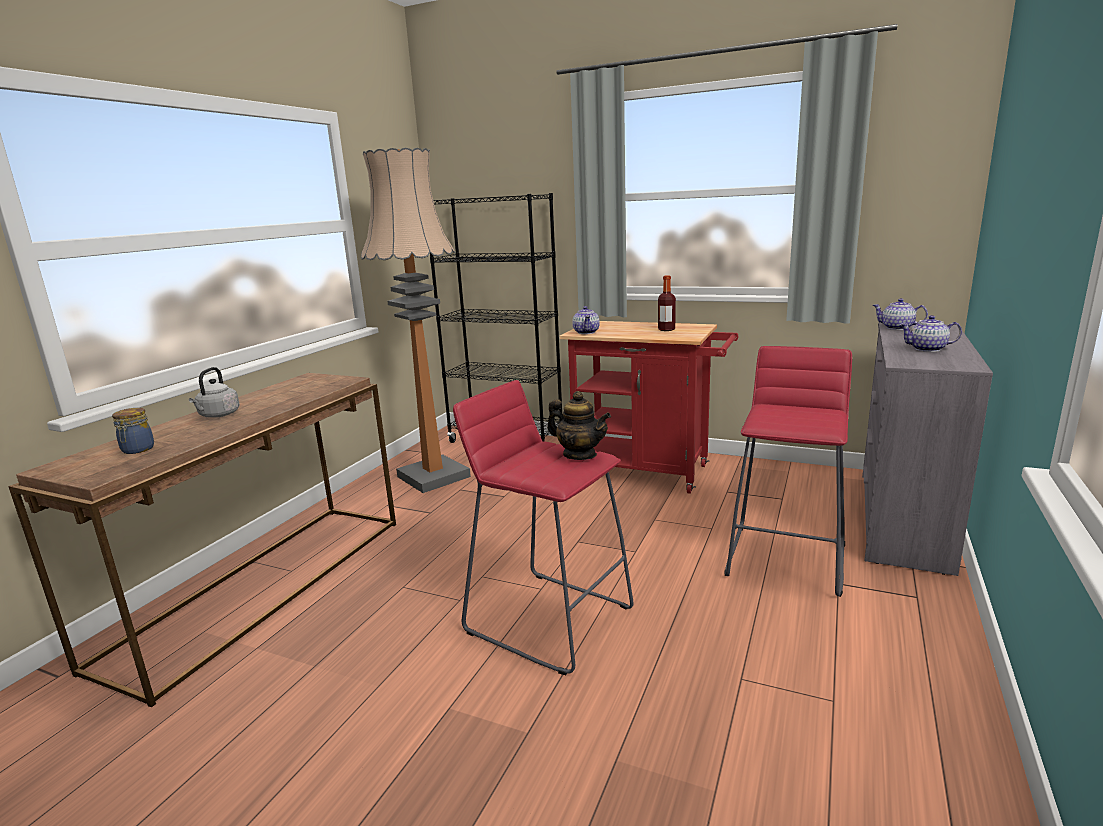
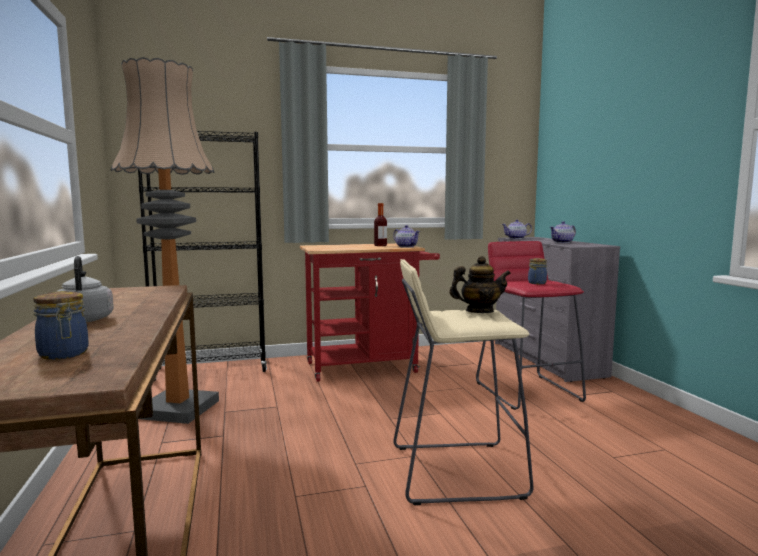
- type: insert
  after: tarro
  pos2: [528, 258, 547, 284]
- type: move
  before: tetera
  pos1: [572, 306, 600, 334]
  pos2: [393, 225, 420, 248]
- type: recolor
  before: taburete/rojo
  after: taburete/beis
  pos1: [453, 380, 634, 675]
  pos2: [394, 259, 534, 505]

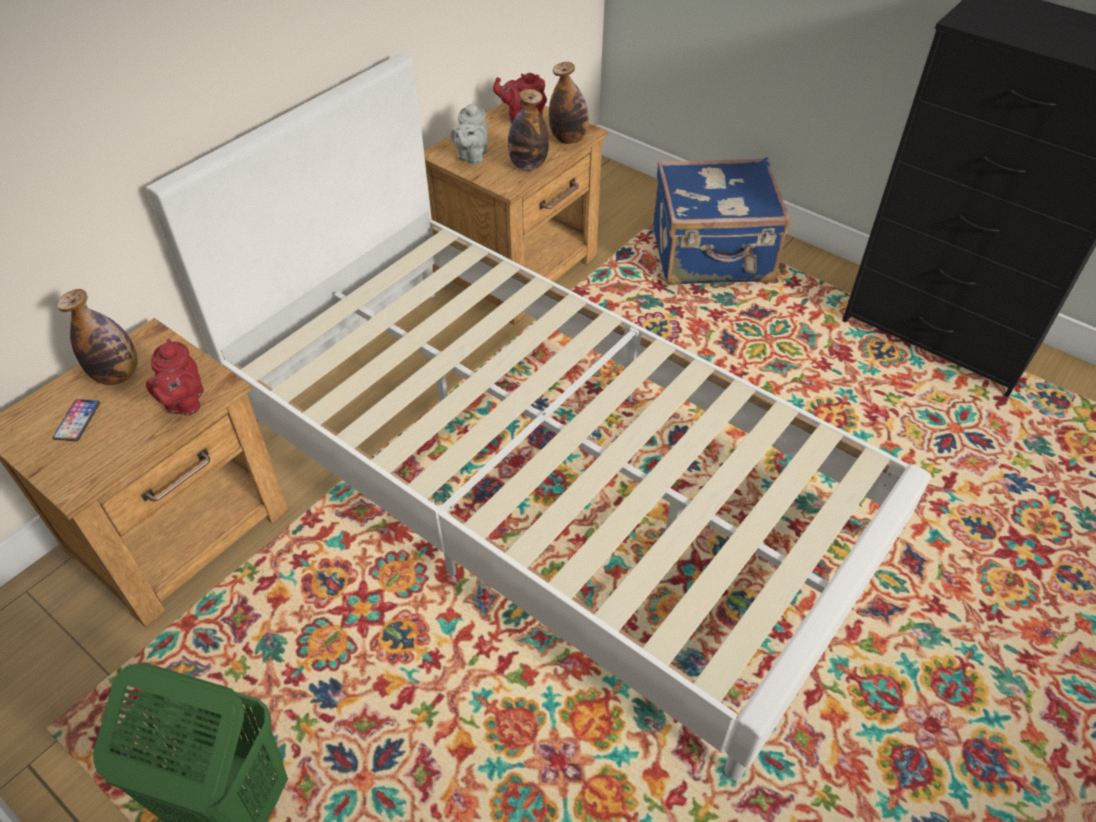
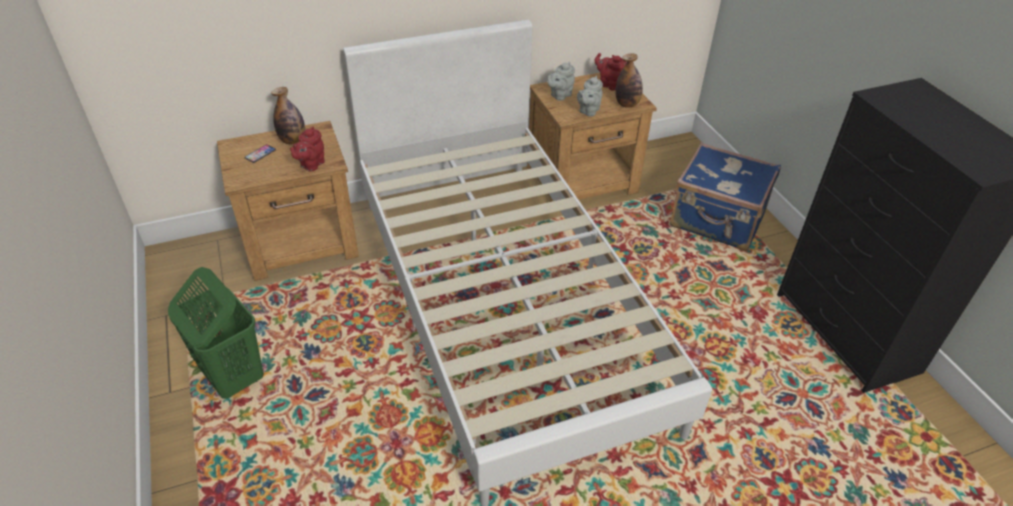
- type: replace
  before: botella
  after: tetera/gris
  pos1: [508, 89, 549, 171]
  pos2: [577, 76, 603, 116]

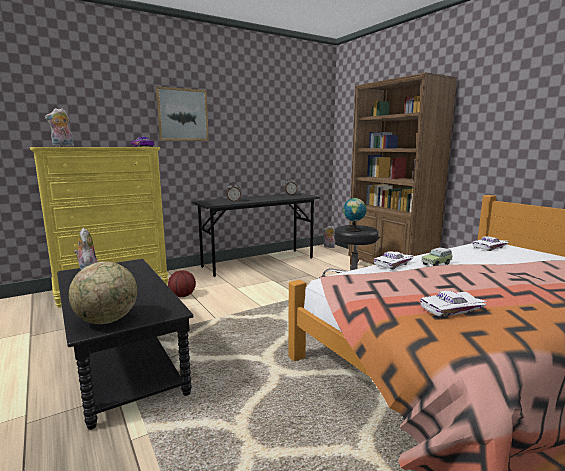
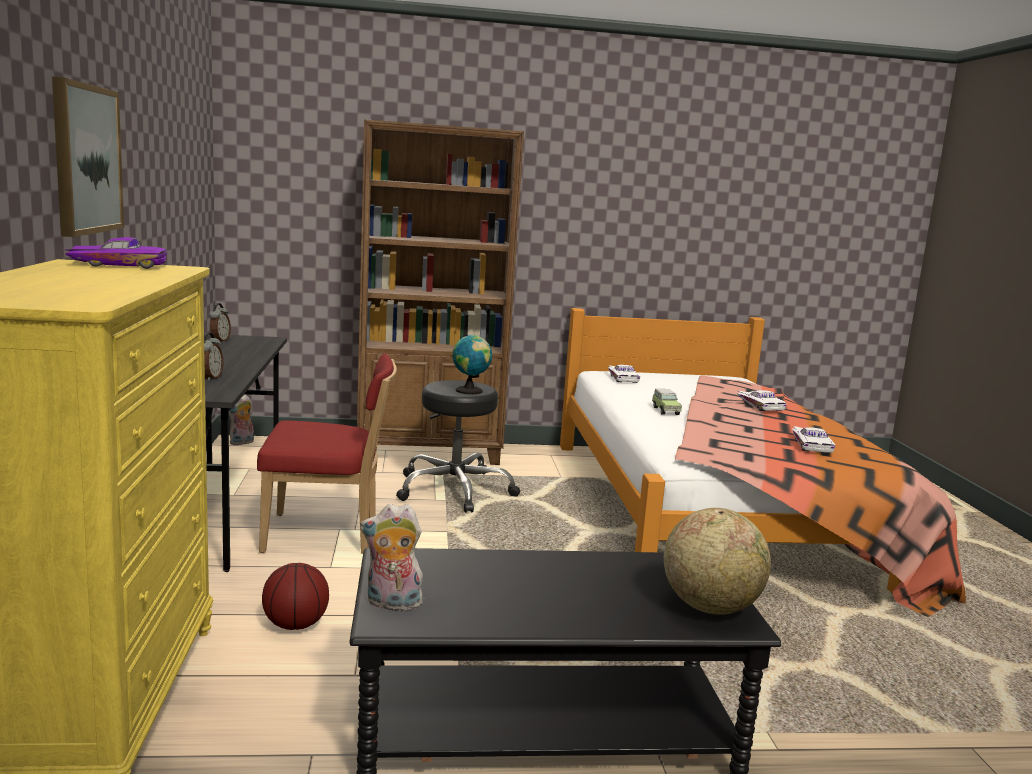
- type: delete
  before: peluche
  pos1: [45, 108, 74, 147]
- type: insert
  after: silla/rojo
  pos2: [257, 353, 397, 554]
- type: move
  before: coche de juguete/blanco
  pos1: [374, 251, 414, 270]
  pos2: [737, 390, 786, 411]

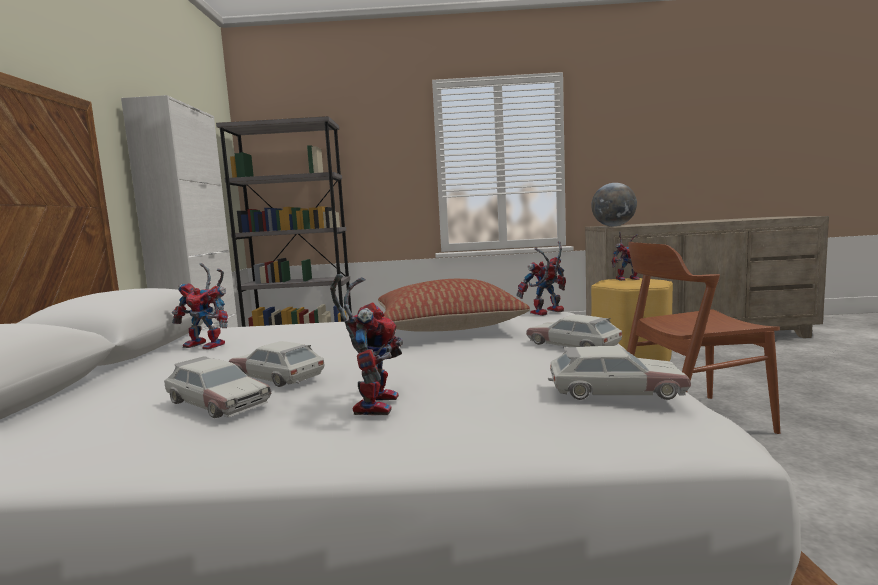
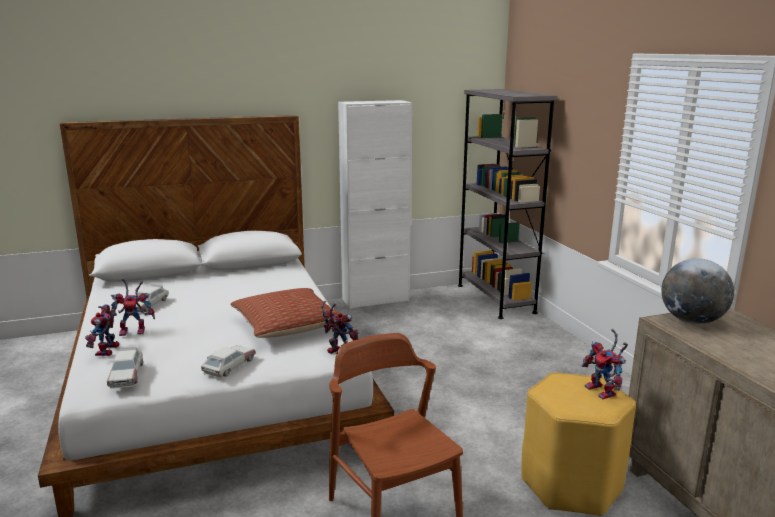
- type: delete
  before: coche de juguete
  pos1: [229, 341, 325, 387]
- type: move
  before: robot de juguete
  pos1: [172, 263, 228, 350]
  pos2: [85, 295, 119, 356]

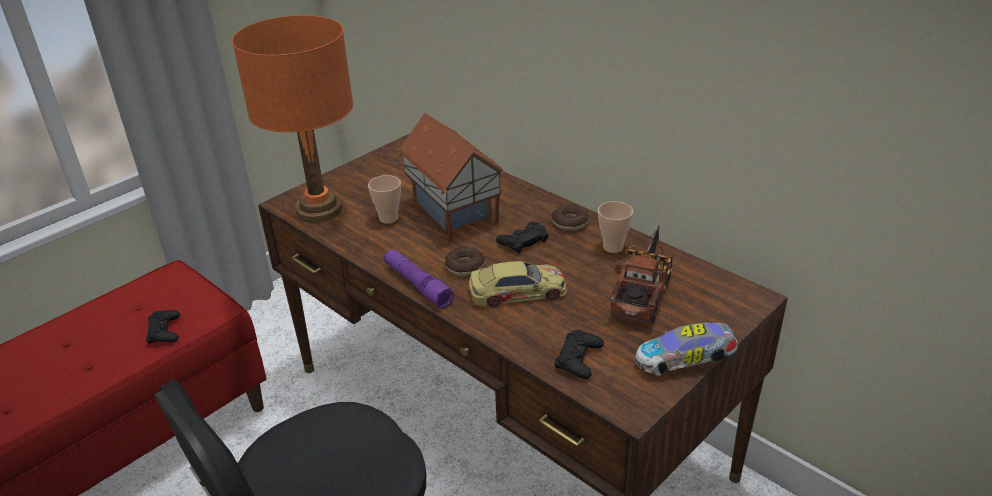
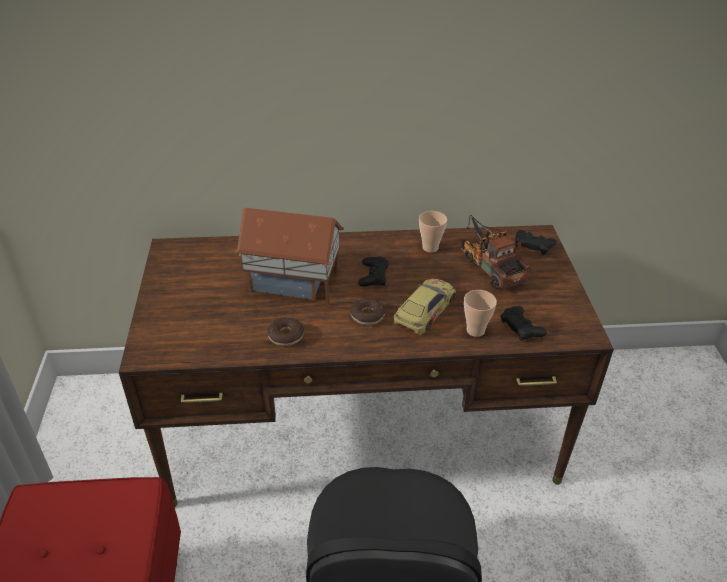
- type: delete
  before: lámpara de mesa/naranja
  pos1: [232, 15, 353, 223]
- type: delete
  before: linterna/morado
  pos1: [383, 249, 454, 308]
- type: delete
  before: coche de juguete
  pos1: [635, 323, 738, 376]
- type: move
  before: mando de consola/negro
  pos1: [146, 310, 180, 344]
  pos2: [515, 230, 557, 255]
- type: move
  before: taza
  pos1: [368, 175, 401, 224]
  pos2: [464, 290, 497, 337]
- type: move
  before: rosquilla
  pos1: [551, 204, 589, 230]
  pos2: [267, 317, 304, 346]

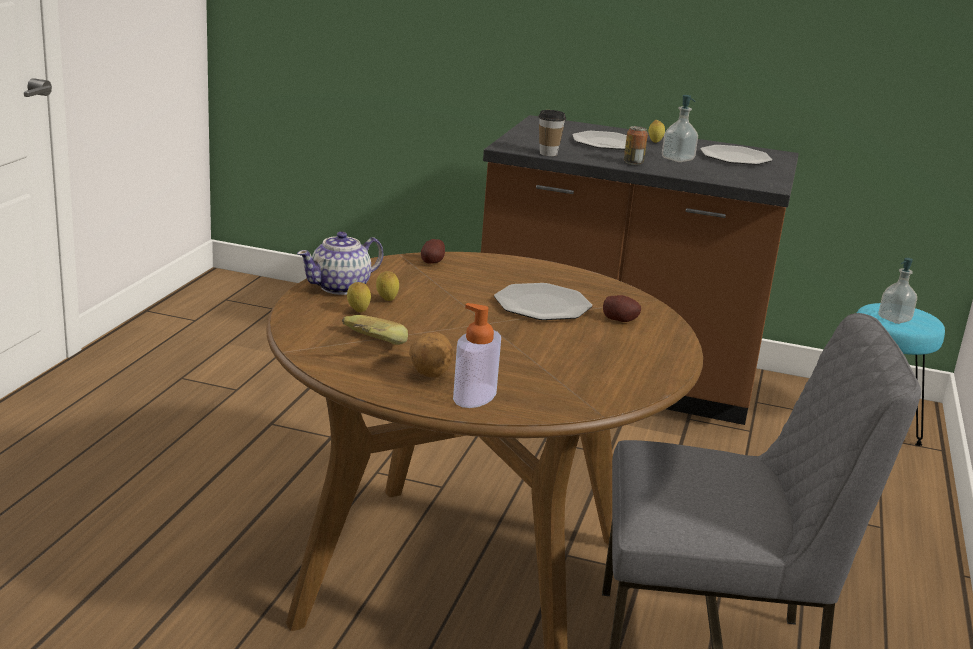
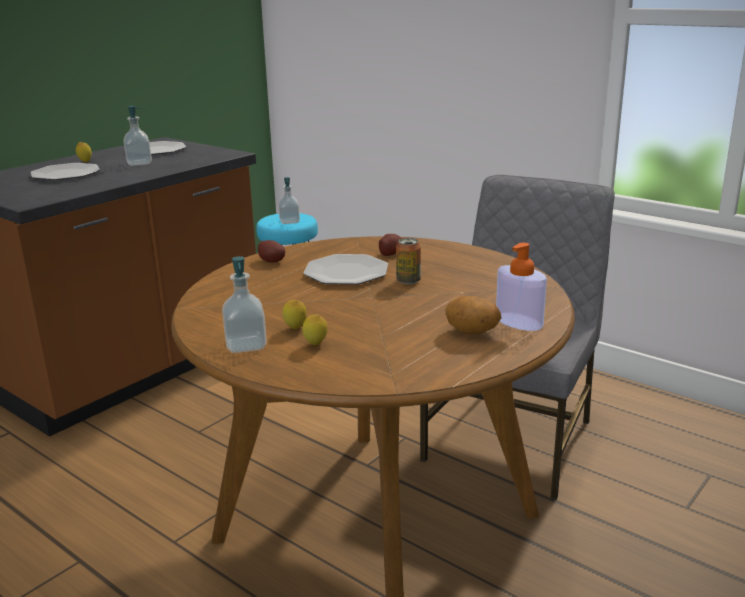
- type: delete
  before: plátano
  pos1: [342, 315, 408, 345]
- type: delete
  before: taza
  pos1: [538, 110, 566, 156]
- type: move
  before: patata
  pos1: [421, 239, 445, 264]
  pos2: [258, 240, 285, 263]
- type: move
  before: lata
  pos1: [624, 126, 648, 165]
  pos2: [396, 238, 421, 284]
- type: replace
  before: tetera
  after: dispensador de jabón
  pos1: [297, 231, 383, 295]
  pos2: [222, 256, 267, 353]

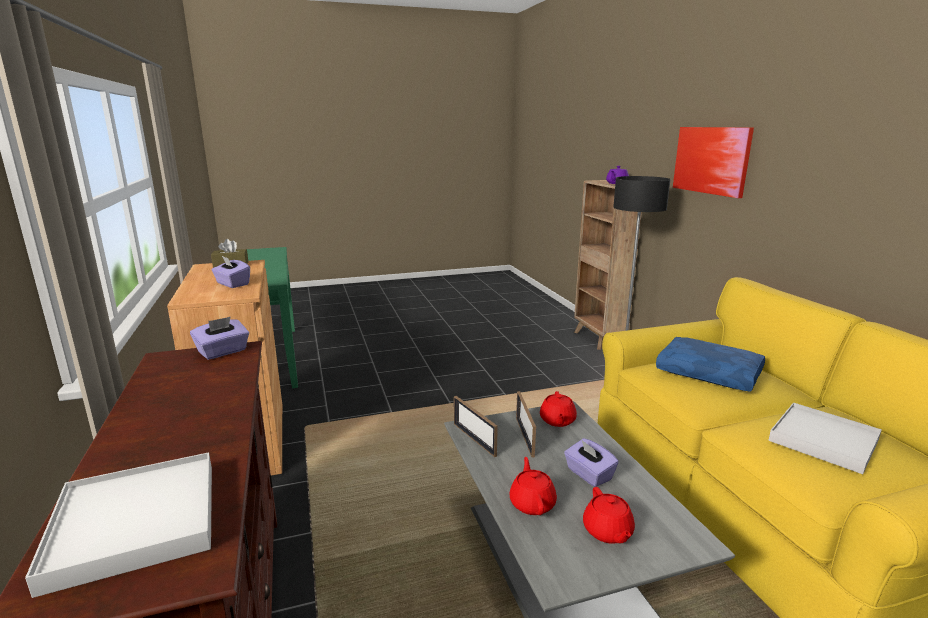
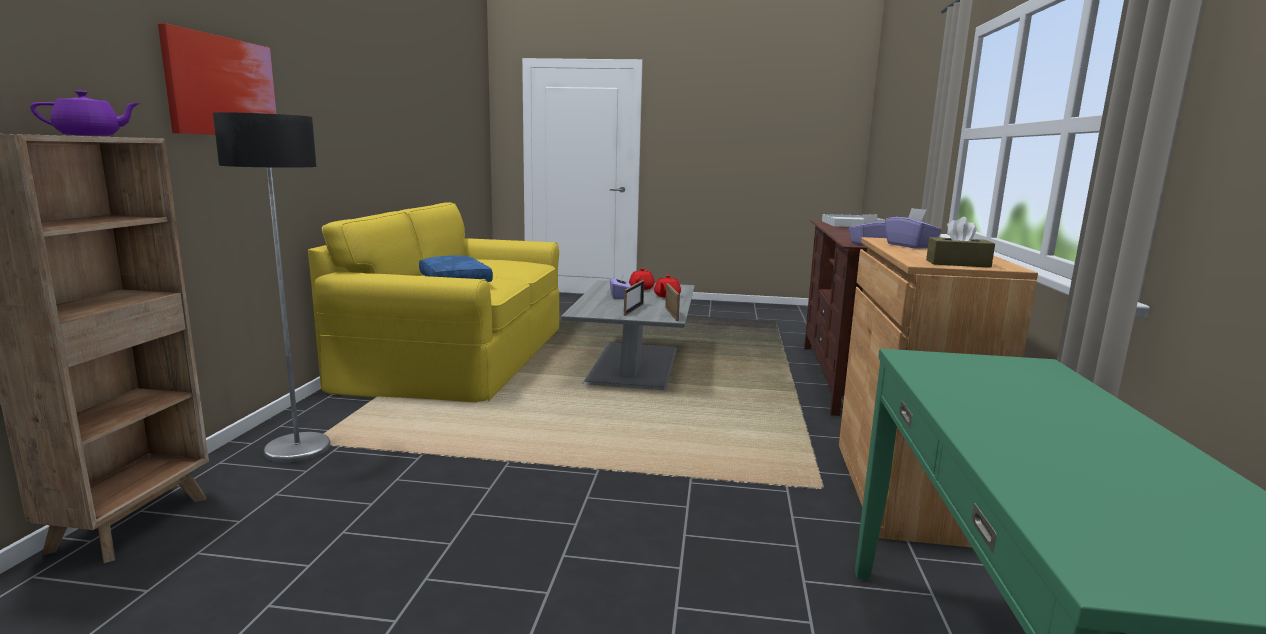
- type: delete
  before: tetera/rojo
  pos1: [540, 391, 577, 427]
- type: delete
  before: bandeja/blanco
  pos1: [768, 403, 882, 474]

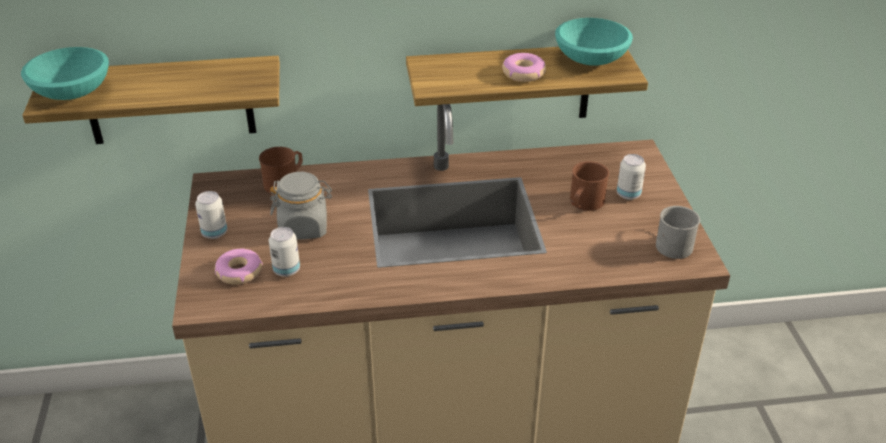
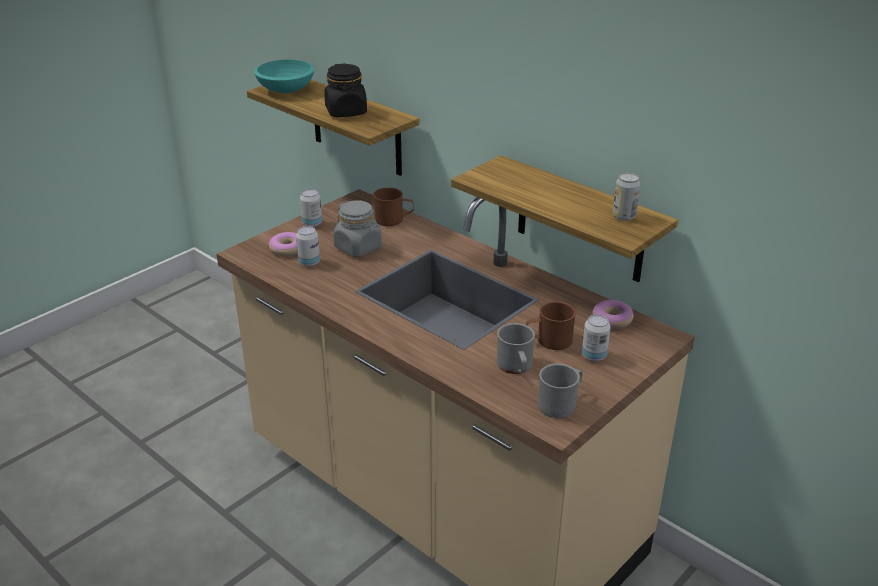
- type: insert
  after: tarro/negro
  pos2: [324, 63, 367, 117]
- type: insert
  after: taza grande/gris
  pos2: [497, 323, 535, 374]
- type: move
  before: rosquilla
  pos1: [502, 53, 546, 82]
  pos2: [592, 300, 634, 329]
- type: replace
  before: cuenco/turquesa
  after: lata
  pos1: [555, 18, 633, 66]
  pos2: [613, 173, 641, 221]

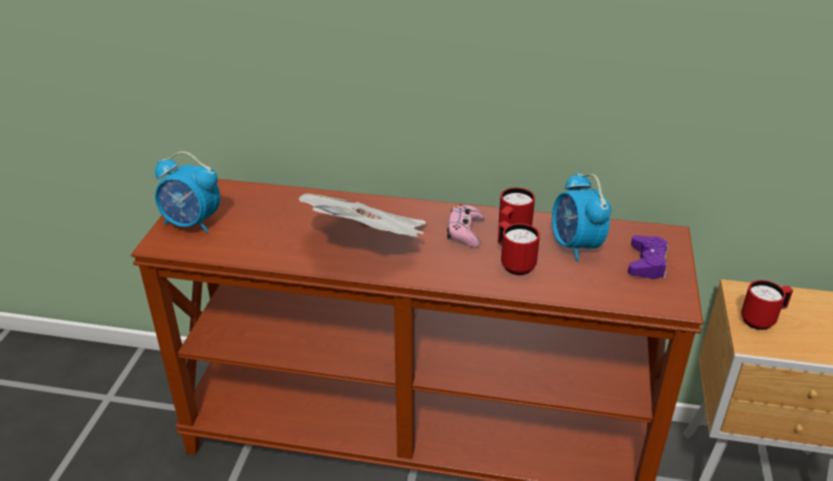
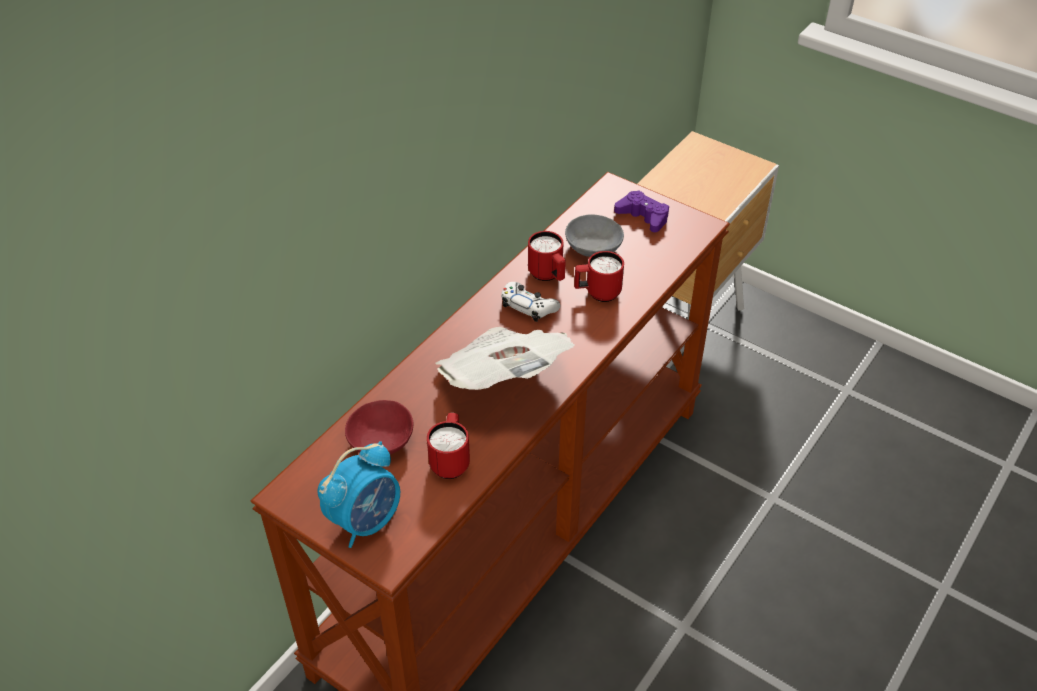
- type: insert
  after: cuenco/rojo
  pos2: [345, 400, 414, 455]
- type: move
  before: taza grande/rojo
  pos1: [741, 280, 793, 330]
  pos2: [427, 413, 470, 479]
- type: replace
  before: despertador
  after: cuenco/gris
  pos1: [552, 172, 611, 261]
  pos2: [565, 214, 624, 257]
- type: recolor
  before: mando de consola/rosa
  after: mando de consola/blanco
  pos1: [447, 204, 484, 248]
  pos2: [501, 282, 560, 322]

